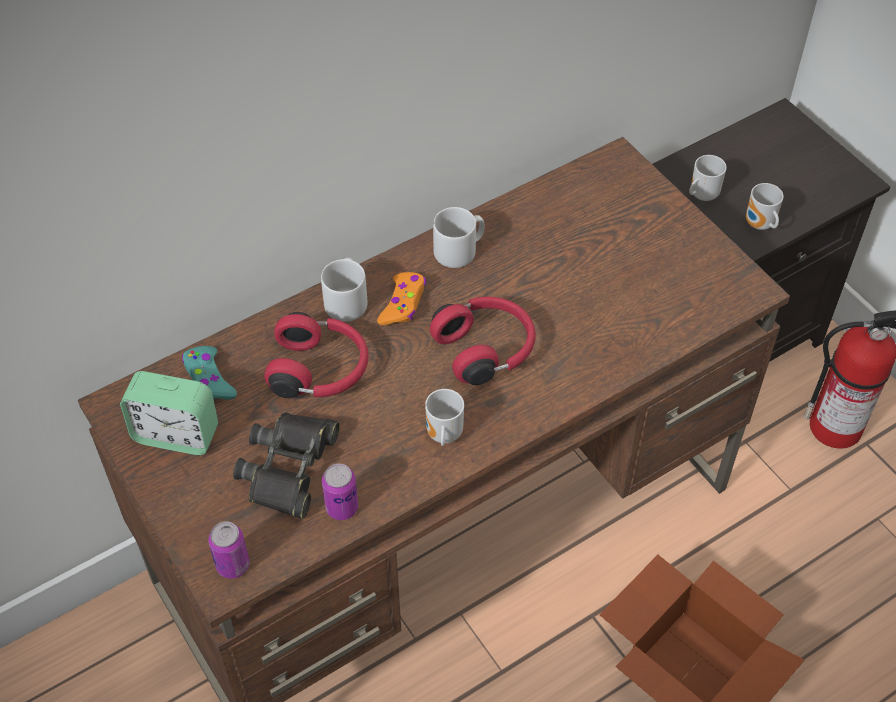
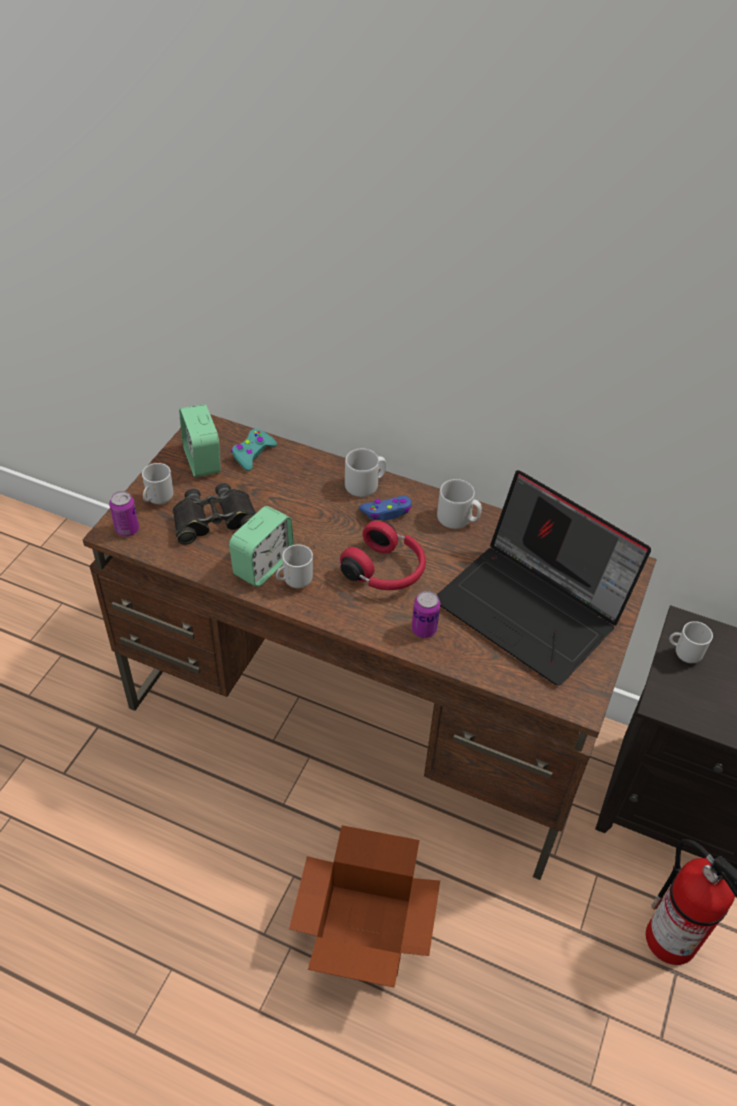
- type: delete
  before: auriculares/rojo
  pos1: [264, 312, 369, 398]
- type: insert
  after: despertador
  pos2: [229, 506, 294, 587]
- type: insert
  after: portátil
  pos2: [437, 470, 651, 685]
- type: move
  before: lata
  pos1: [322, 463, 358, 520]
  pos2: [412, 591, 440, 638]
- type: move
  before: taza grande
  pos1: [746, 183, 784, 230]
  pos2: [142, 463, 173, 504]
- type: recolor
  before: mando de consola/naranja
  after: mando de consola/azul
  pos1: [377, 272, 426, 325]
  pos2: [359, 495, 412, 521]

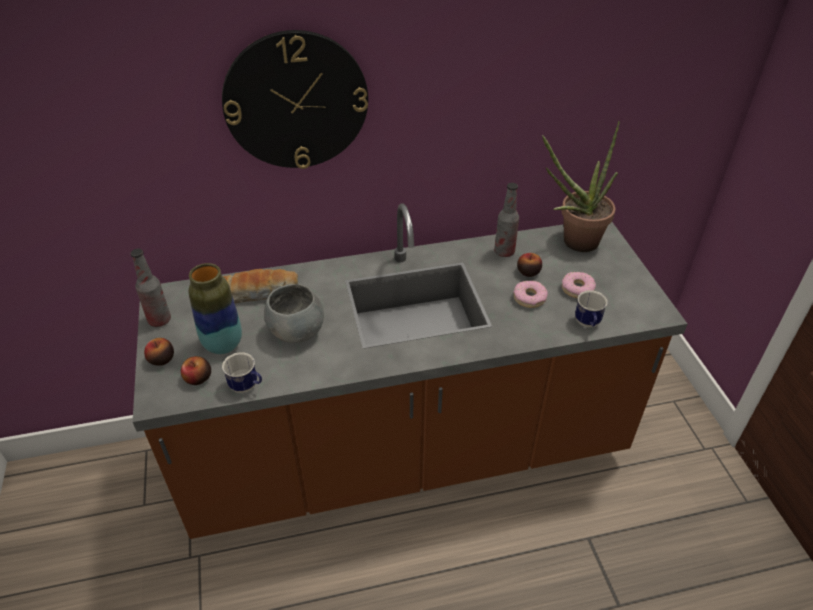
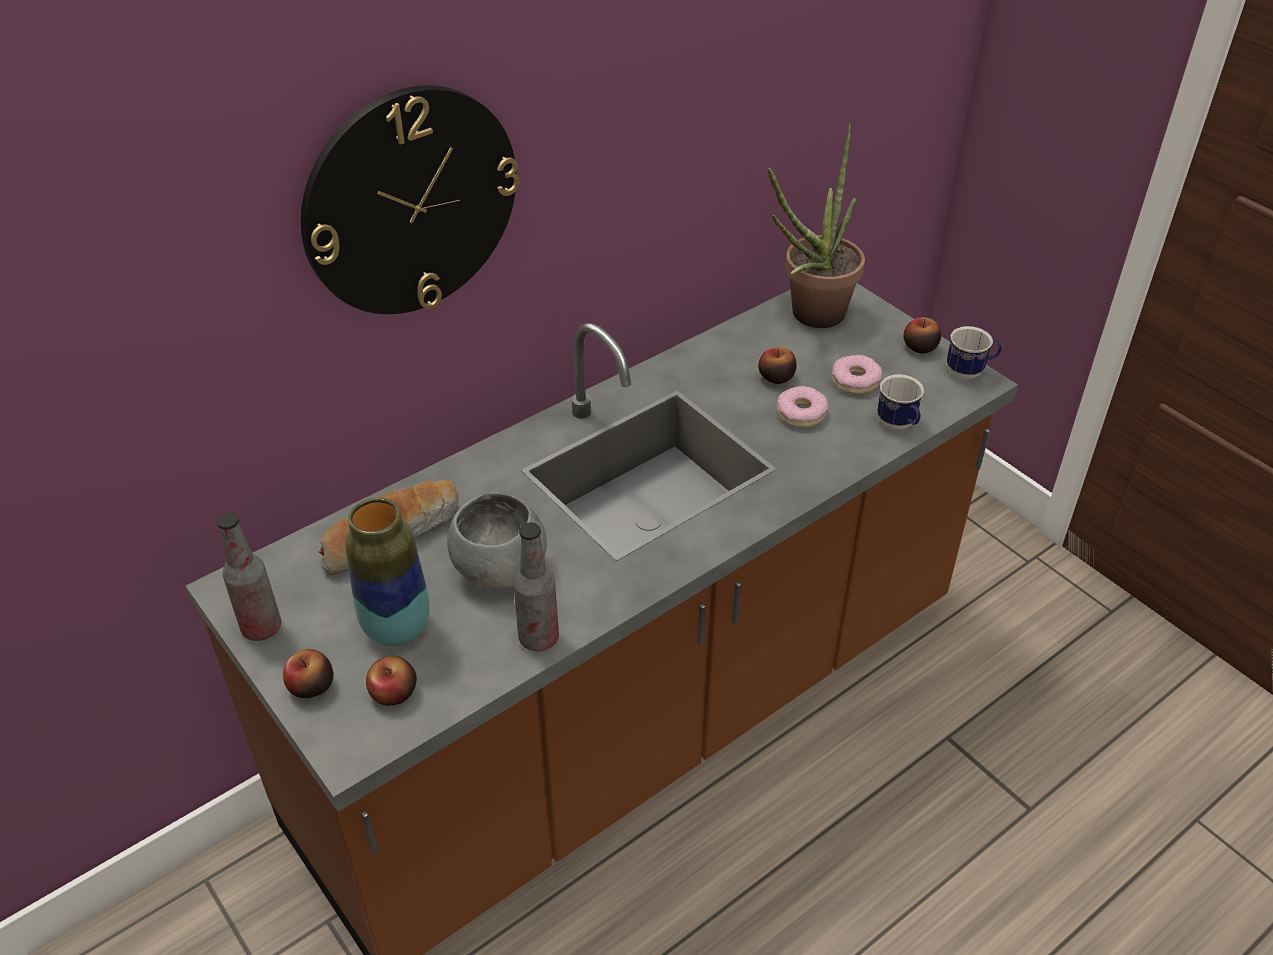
- type: insert
  after: manzana
  pos2: [903, 317, 941, 354]
- type: move
  before: taza grande
  pos1: [222, 352, 262, 393]
  pos2: [947, 326, 1003, 379]
- type: move
  before: botella
  pos1: [494, 183, 519, 257]
  pos2: [513, 522, 559, 651]

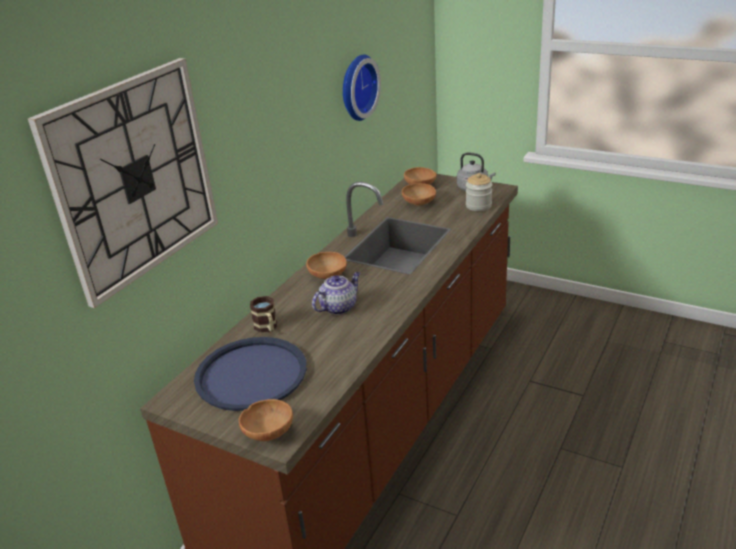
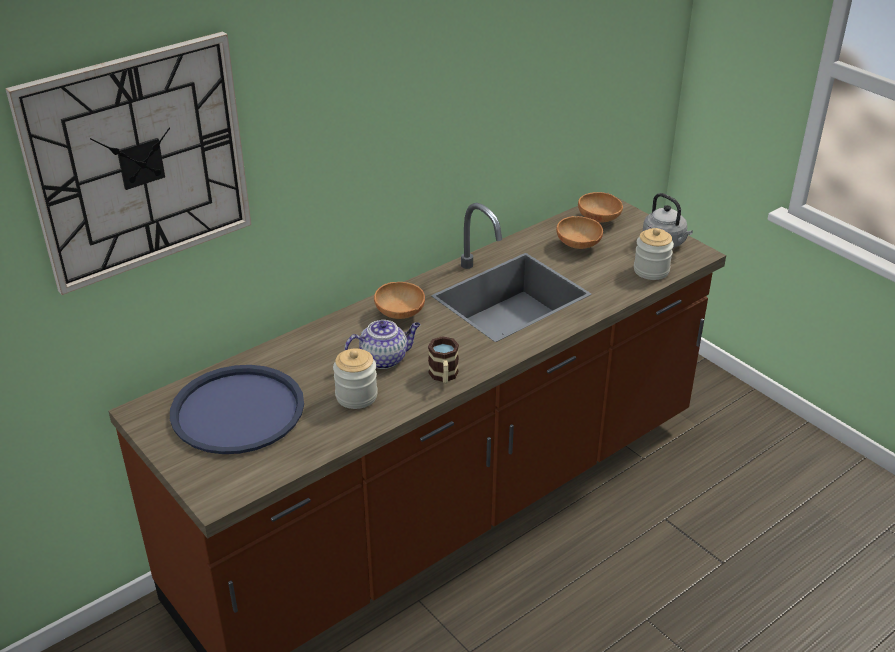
- type: delete
  before: cuenco/marrón
  pos1: [239, 399, 293, 441]
- type: delete
  before: reloj de pared
  pos1: [343, 54, 381, 121]
- type: insert
  after: tarro
  pos2: [333, 348, 378, 409]
- type: move
  before: taza grande
  pos1: [250, 296, 277, 332]
  pos2: [428, 336, 459, 384]

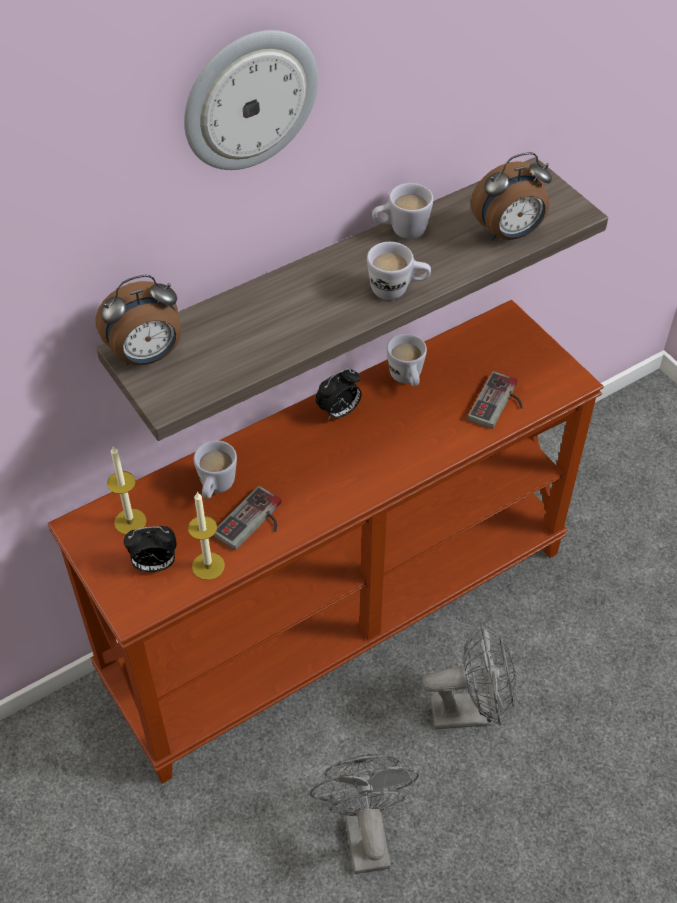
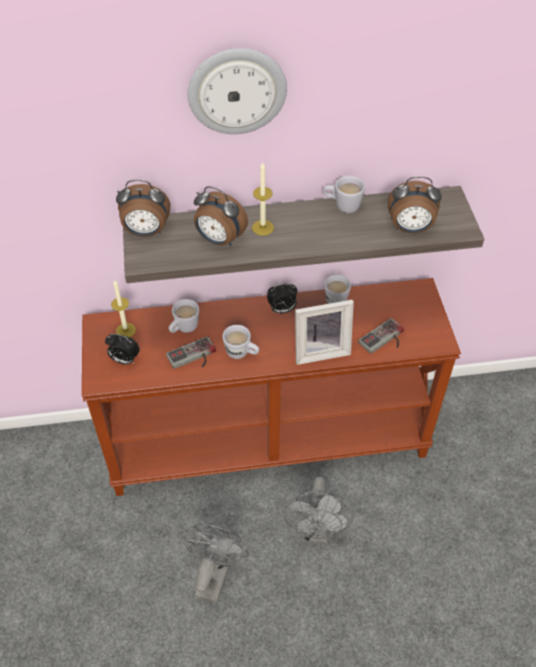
- type: insert
  after: despertador
  pos2: [194, 186, 248, 246]
- type: insert
  after: portarretratos
  pos2: [295, 300, 354, 365]
- type: move
  before: vela
  pos1: [188, 492, 225, 580]
  pos2: [252, 162, 274, 236]
- type: move
  before: taza grande/blanco
  pos1: [367, 242, 431, 300]
  pos2: [222, 325, 259, 359]
- type: rotate
  before: ventilador/gris
  pos1: [422, 622, 517, 730]
  pos2: [283, 477, 353, 543]
  turn: 75

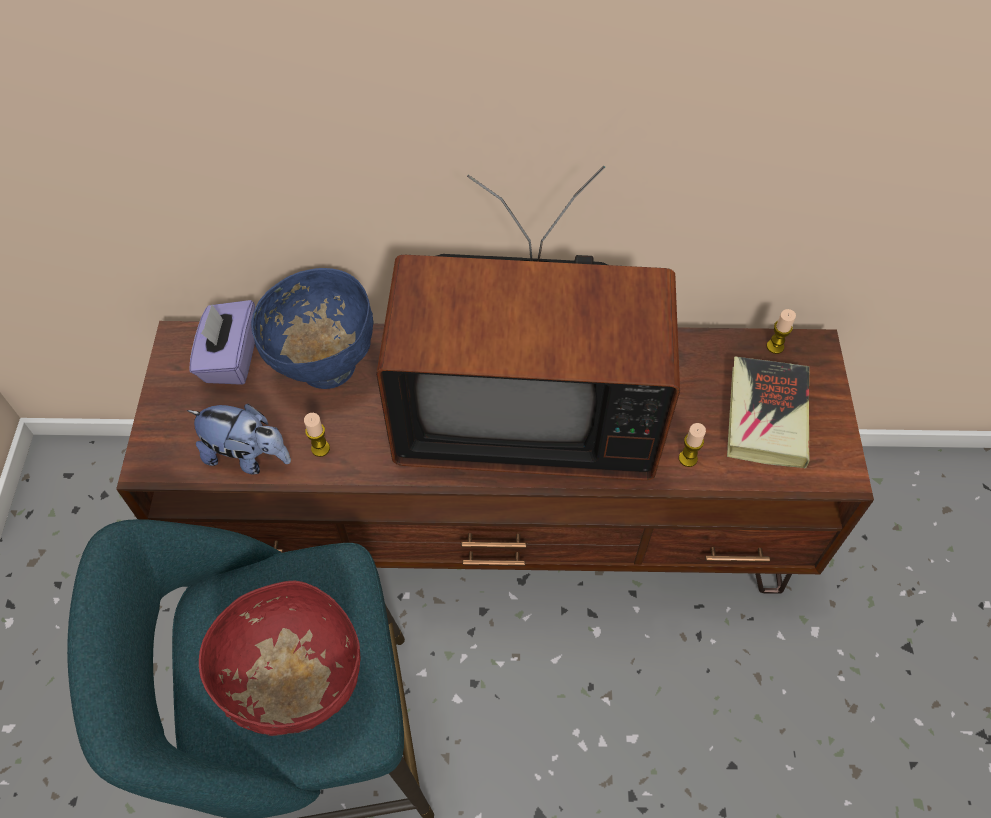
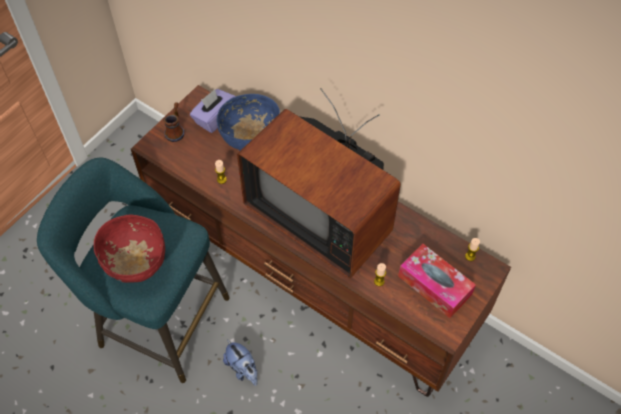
- type: insert
  after: taza grande
  pos2: [163, 102, 184, 142]
- type: move
  before: peluche
  pos1: [187, 404, 291, 475]
  pos2: [223, 340, 257, 386]
- type: replace
  before: libro
  after: caja de pañuelos
  pos1: [727, 356, 810, 468]
  pos2: [398, 244, 476, 318]

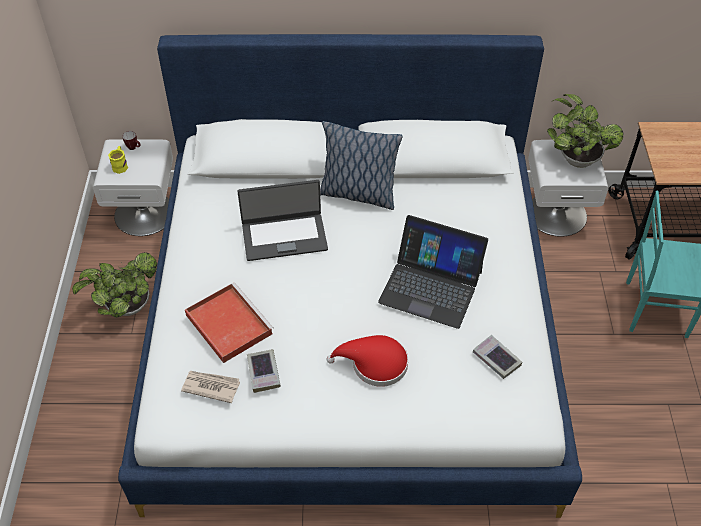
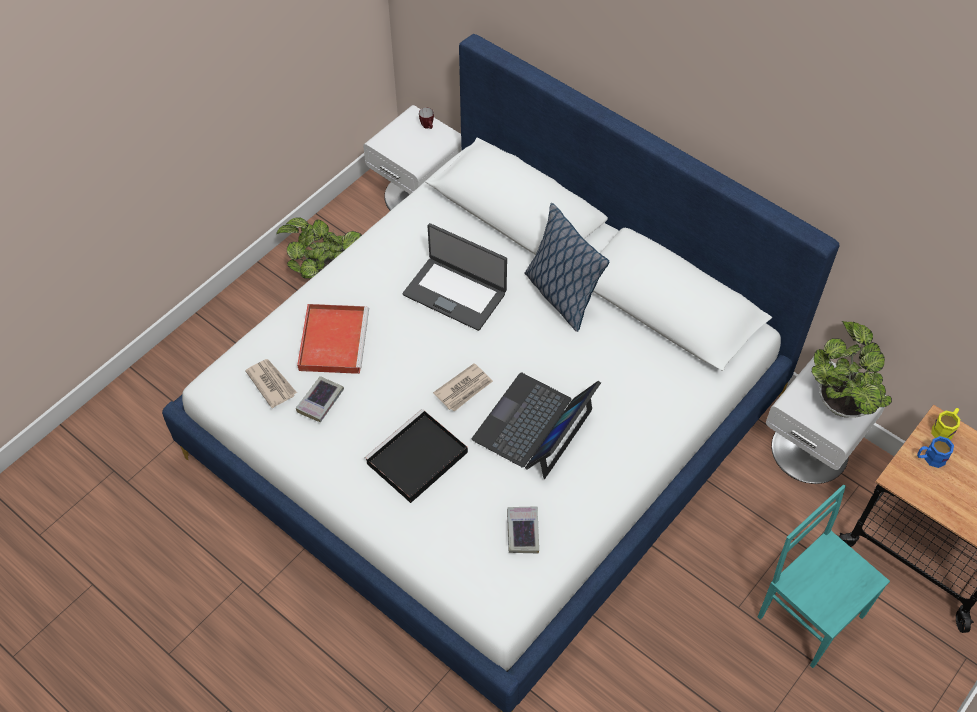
- type: insert
  after: periódico
  pos2: [433, 363, 493, 412]
- type: insert
  after: taza grande/azul
  pos2: [917, 436, 954, 468]
- type: move
  before: taza grande/amarillo
  pos1: [108, 146, 128, 174]
  pos2: [931, 408, 960, 440]
- type: replace
  before: sombrero/rojo
  after: bandeja/negro
  pos1: [327, 335, 408, 387]
  pos2: [364, 409, 468, 503]
- type: rotate
  before: portátil
  pos1: [378, 215, 488, 329]
  pos2: [472, 373, 601, 479]
  turn: 60

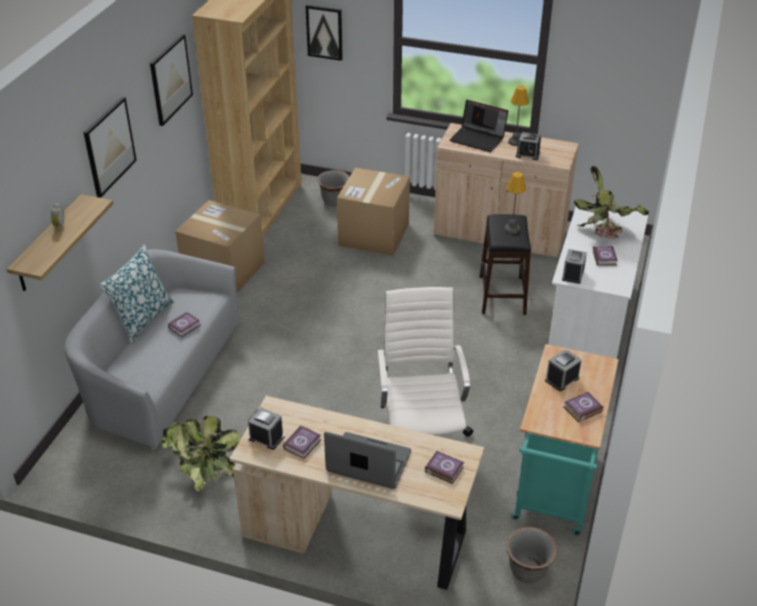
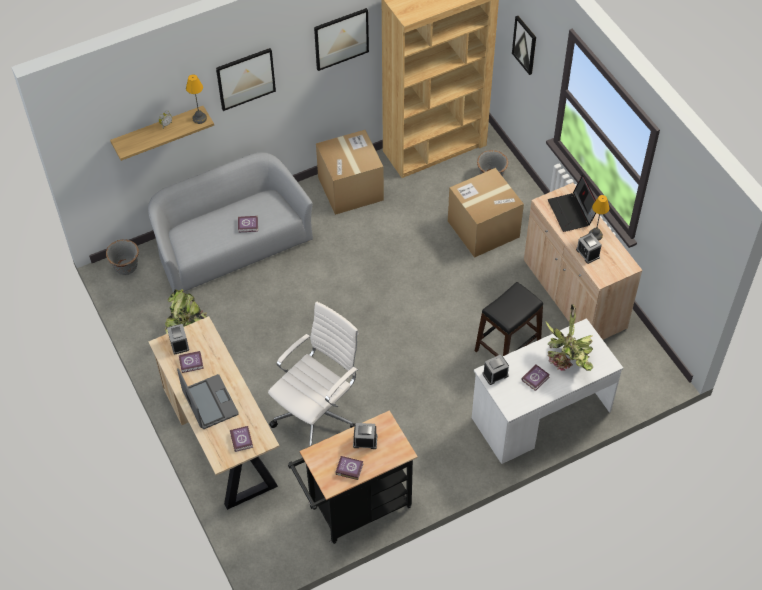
- type: delete
  before: cojín
  pos1: [99, 244, 174, 343]
- type: move
  before: lámpara de mesa
  pos1: [504, 172, 526, 234]
  pos2: [186, 74, 207, 124]
- type: move
  before: maceta/gris
  pos1: [506, 527, 557, 583]
  pos2: [106, 239, 139, 275]
- type: recolor
  before: carrito/turquesa
  after: carrito/negro
  pos1: [511, 344, 619, 536]
  pos2: [288, 410, 418, 544]

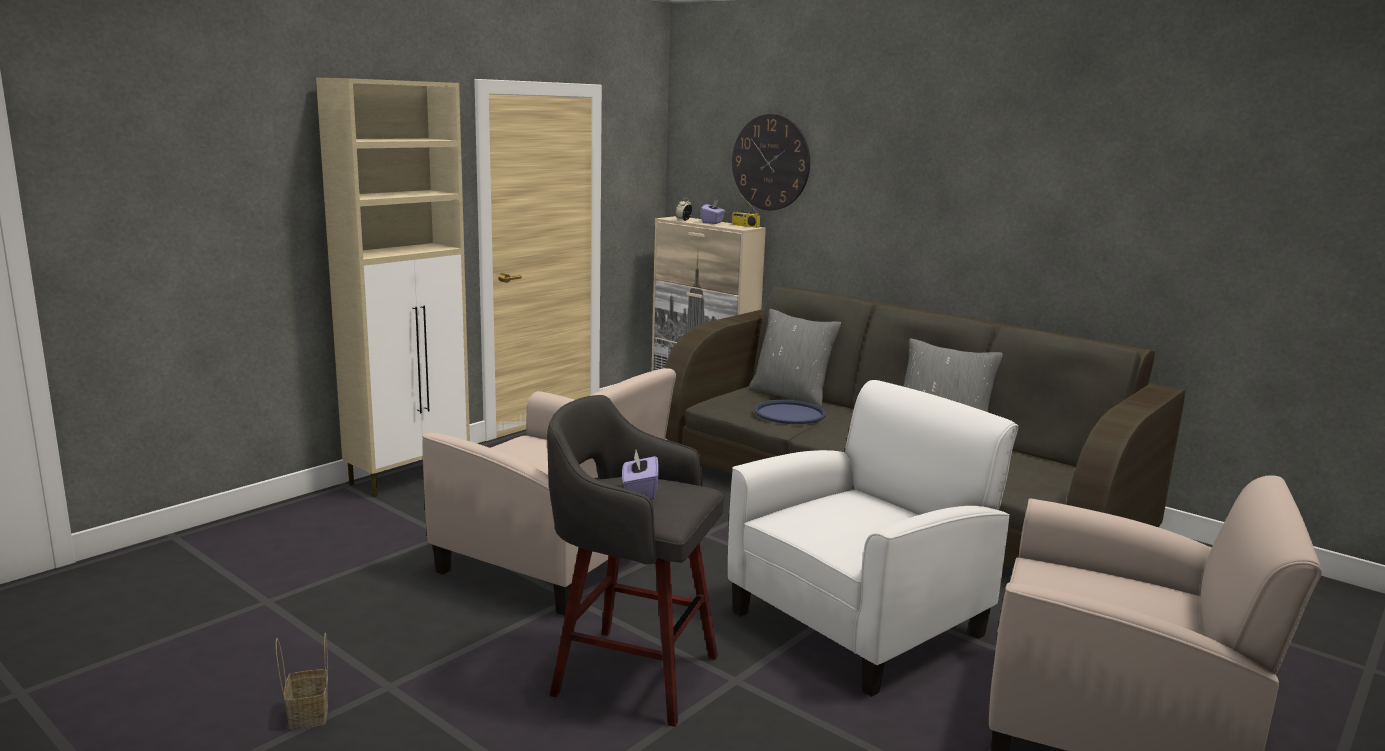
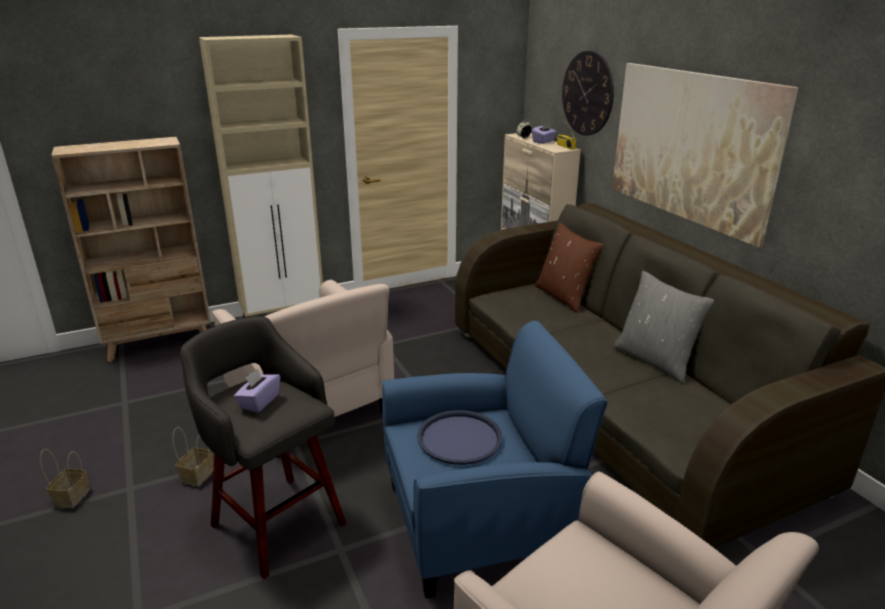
- type: insert
  after: estantería/beis
  pos2: [51, 137, 211, 362]
- type: insert
  after: cesta
  pos2: [173, 427, 214, 486]
- type: insert
  after: cuadro
  pos2: [612, 63, 798, 248]
- type: move
  before: bandeja/azul
  pos1: [754, 400, 826, 424]
  pos2: [417, 410, 503, 465]
- type: recolor
  before: sillón/blanco
  after: sillón/azul
  pos1: [728, 380, 1018, 697]
  pos2: [382, 321, 608, 598]
- type: recolor
  before: cojín/gris
  after: cojín/marrón
  pos1: [748, 309, 841, 407]
  pos2: [535, 223, 603, 313]

